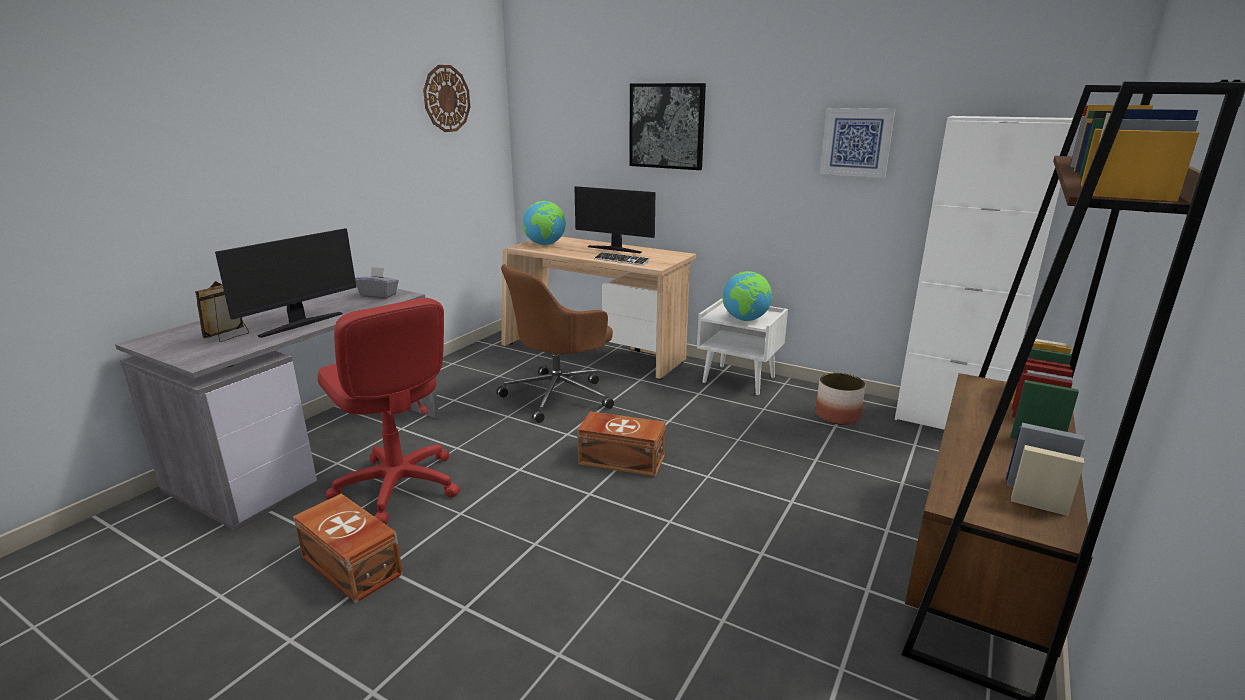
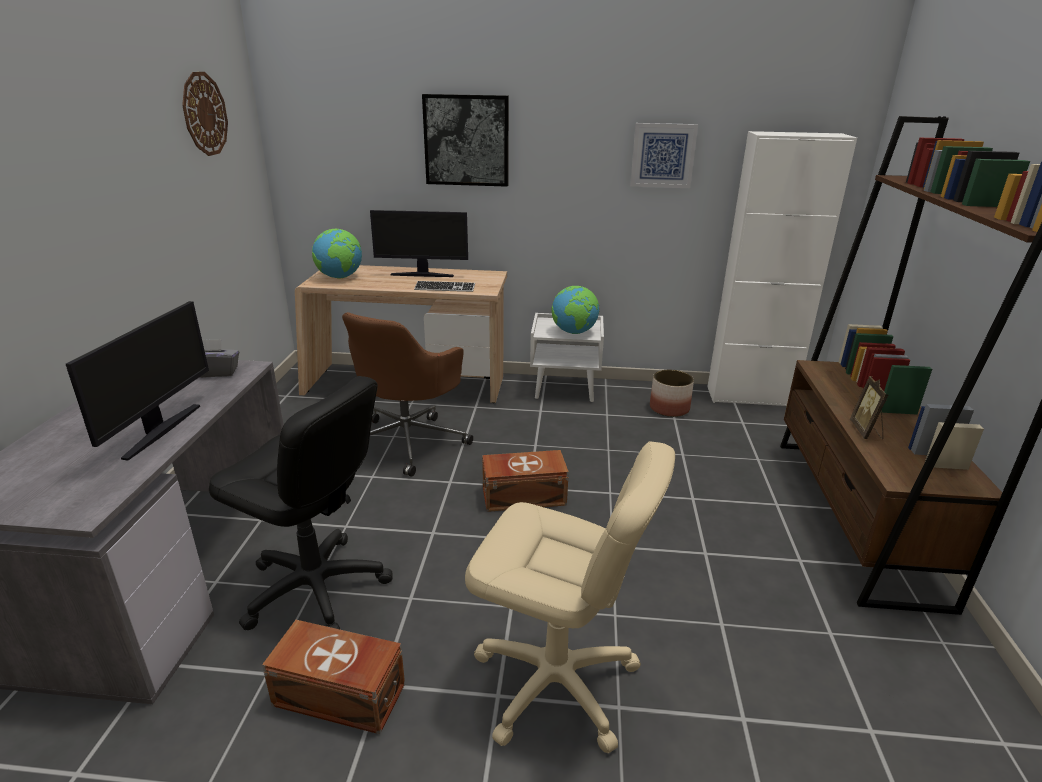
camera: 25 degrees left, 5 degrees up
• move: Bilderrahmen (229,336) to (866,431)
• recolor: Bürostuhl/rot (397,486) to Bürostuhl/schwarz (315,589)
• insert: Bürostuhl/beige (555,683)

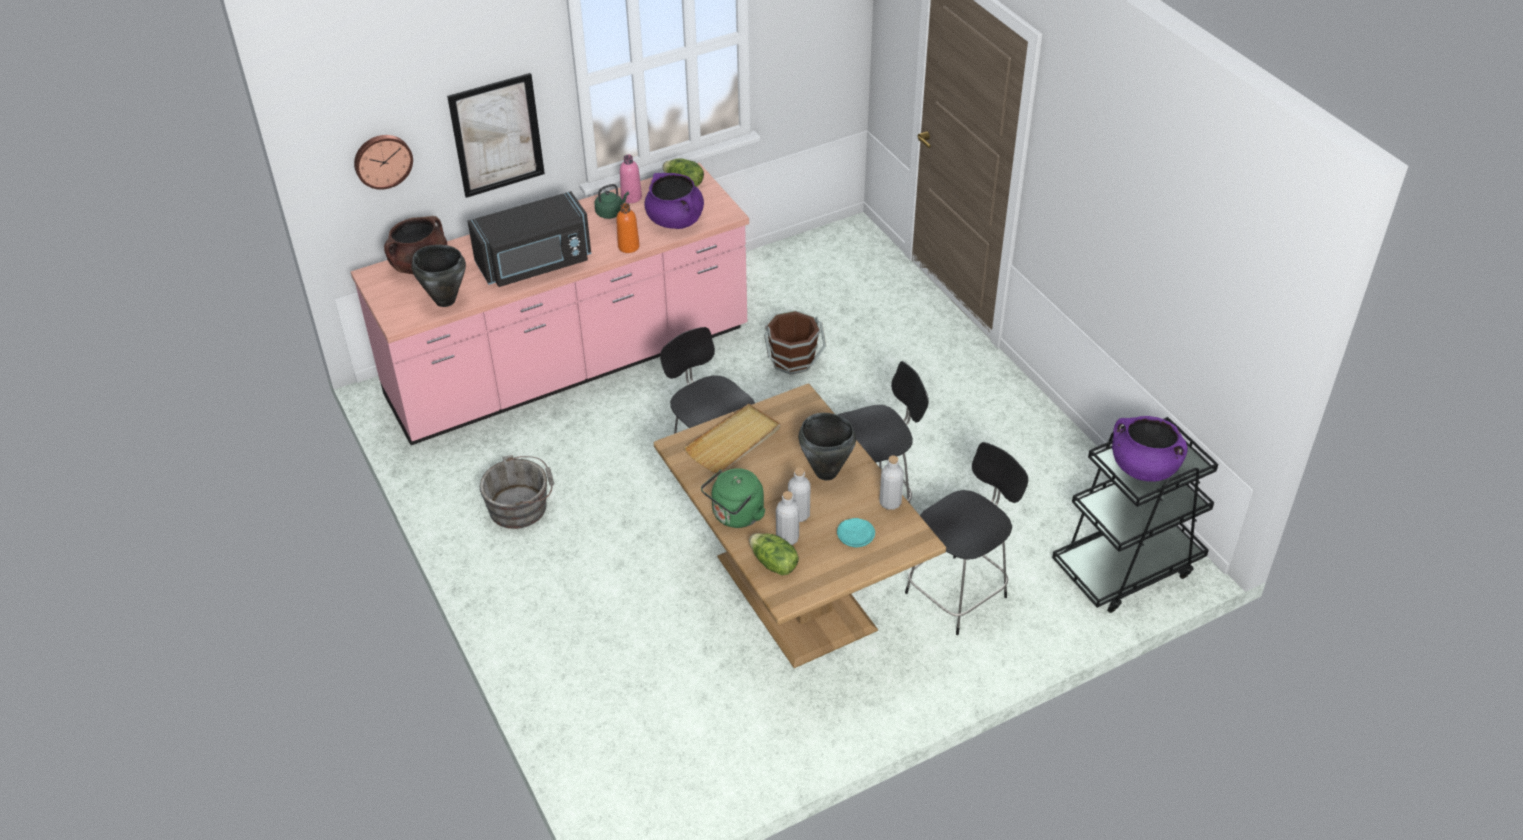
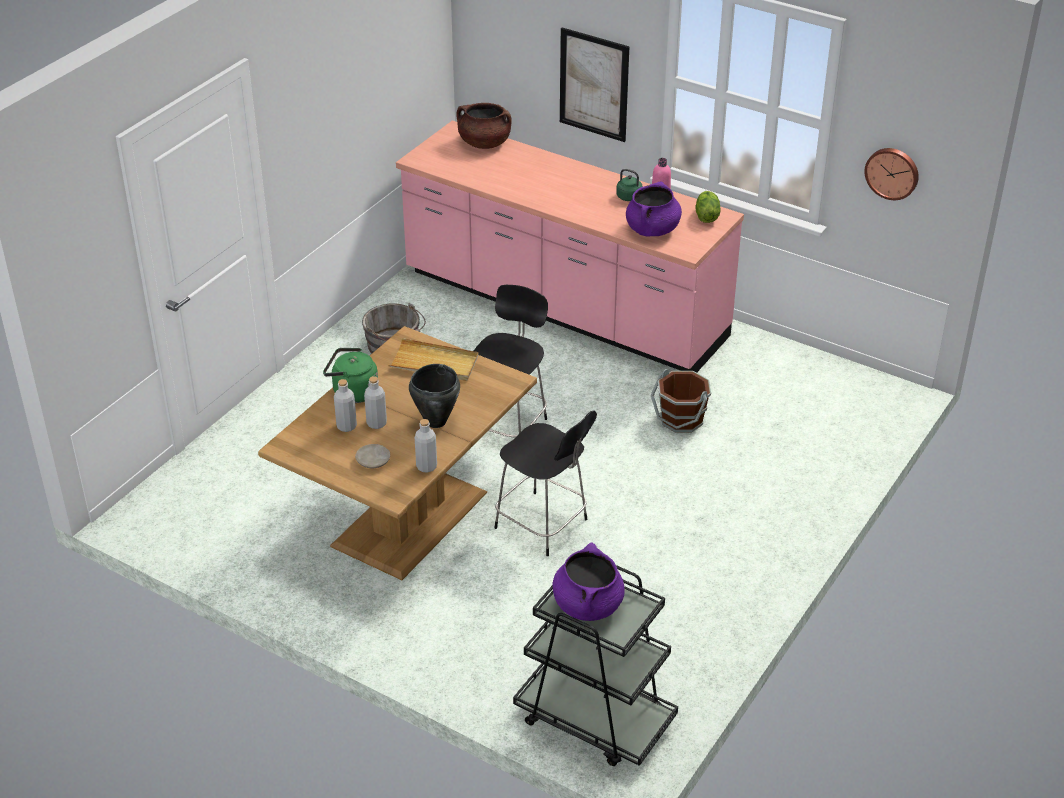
camera: 60 degrees right, 5 degrees down
• move: Wanduhr (382,160) to (892,172)
• delete: Mikrowelle/schwarz (535,264)
• delete: Flasche/orange (628,246)
• delete: Kochtopf/schwarz (445,300)
• delete: Stuhl/schwarz (958,593)
• recolor: Teller/türkis (856,537) to Teller/beige (373,461)
• delete: Salatkopf (773,564)

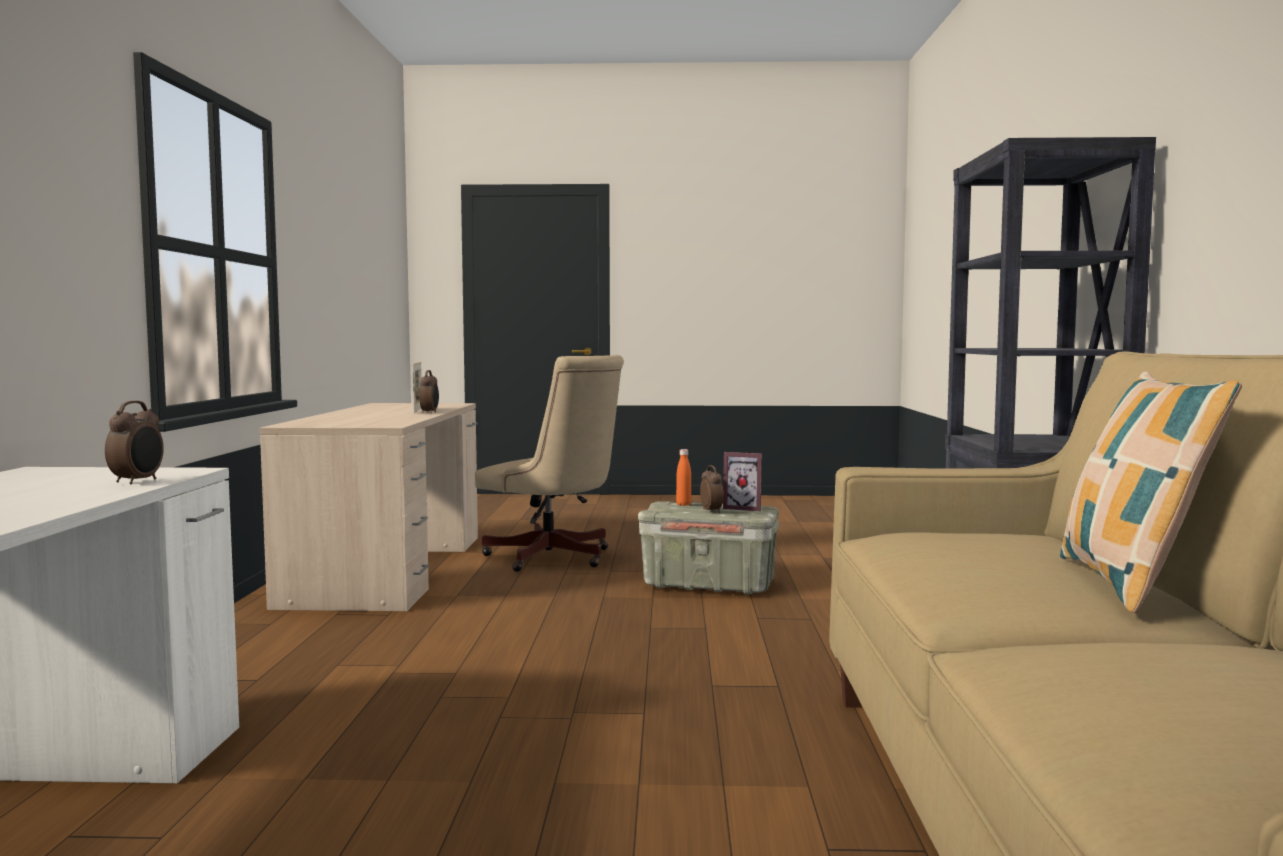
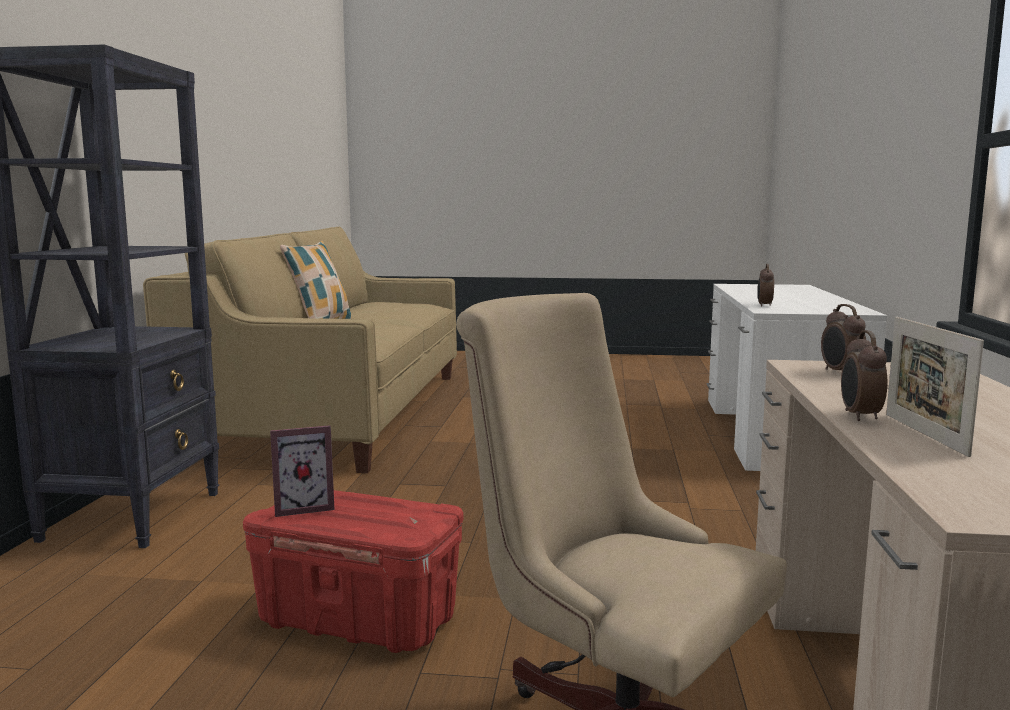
camera: 175 degrees left, 5 degrees up
• delete: Flasche/orange (683,504)
• rotate: Bilderrahmen (744,508) = (303,507) 135 degrees clockwise
• move: Wecker (712,511) to (840,373)
• recolor: Aufbewahrungsbox/grau (709,585) to Aufbewahrungsbox/rot (356,621)

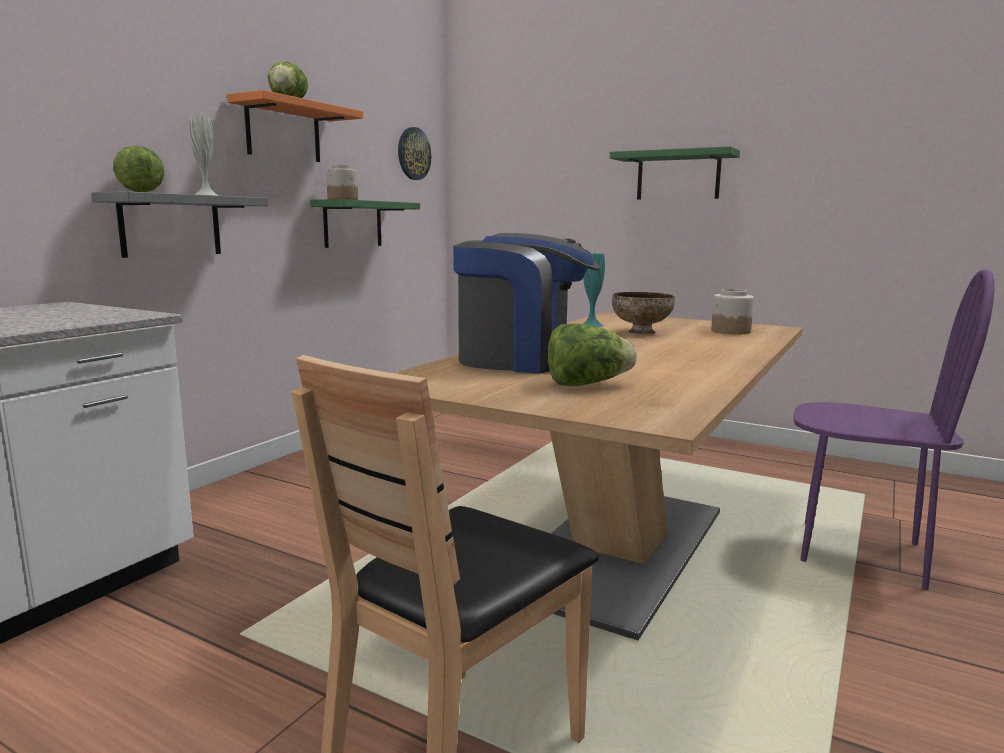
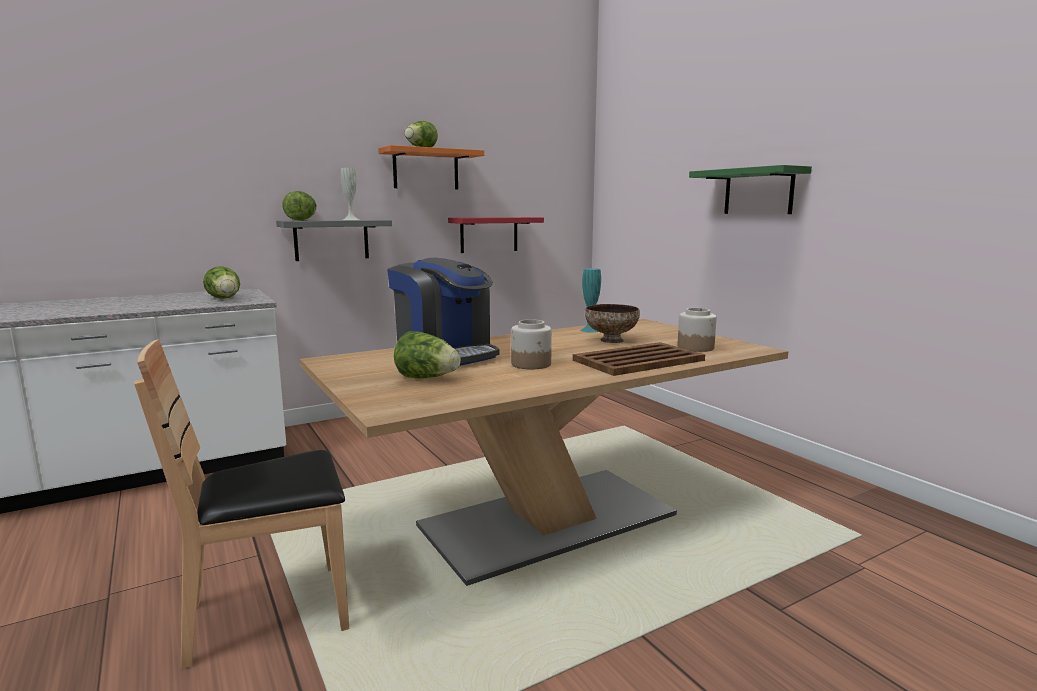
camera: 30 degrees right, 0 degrees up
• delete: Wanduhr (413,154)
• move: Vorratsglas (343,199) to (531,364)
• recolor: Wandregal/grün (353,224) to Wandregal/rot (489,234)
• delete: Stuhl/lila (860,553)
• insert: Salatkopf (225,299)
• insert: Tablett/braun (639,360)

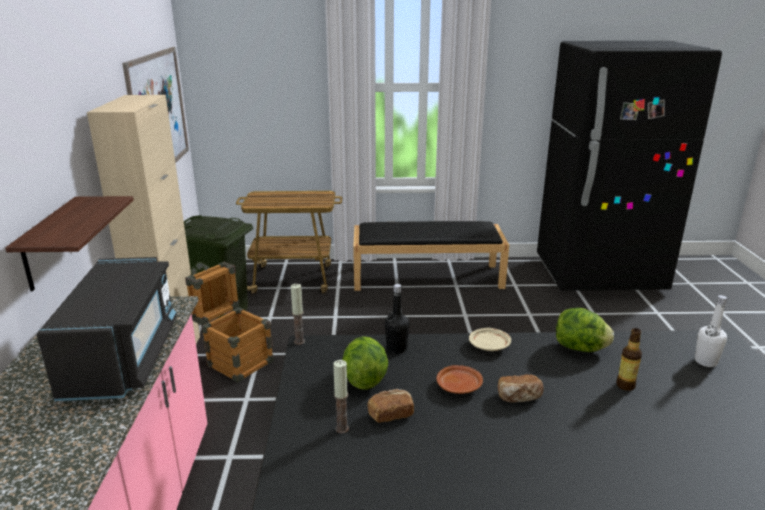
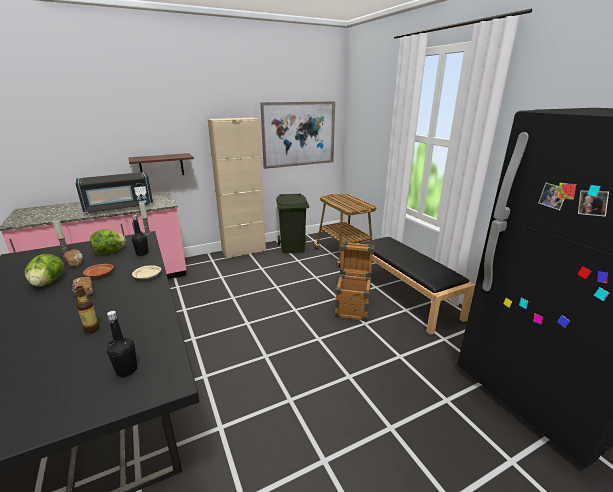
camera: 65 degrees right, 0 degrees up
• move: Kiste (235,360) to (353,307)
• recolor: Flasche/weiß (705,361) to Flasche/schwarz (127,370)
• move: Salatkopf (580,348) to (48,283)

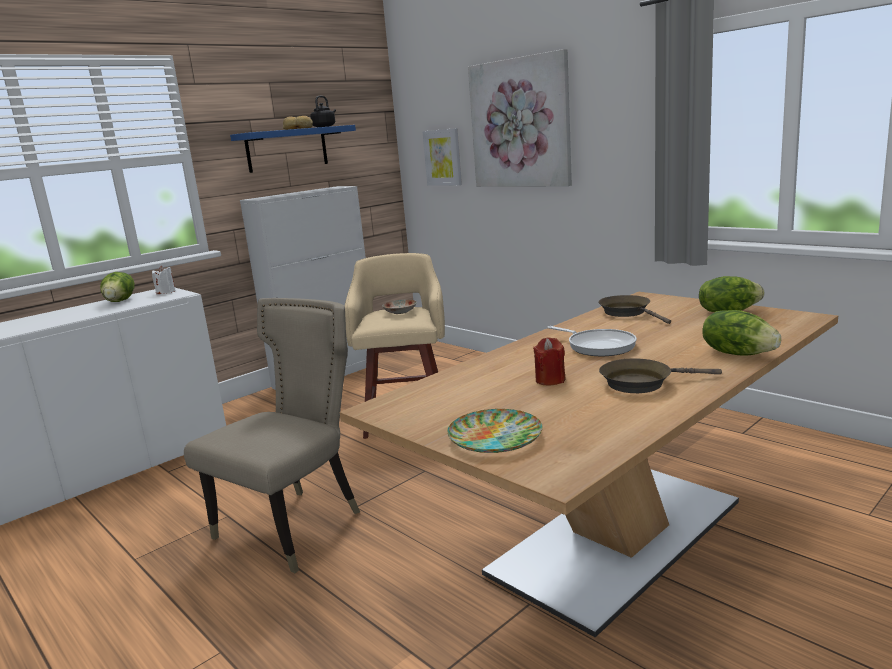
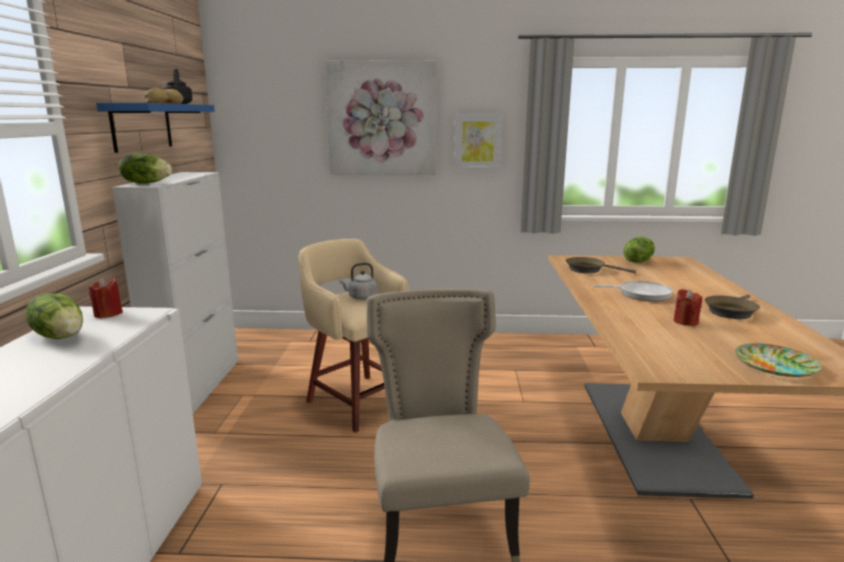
camera: 45 degrees left, 0 degrees up
• move: Bild (443,157) to (477,141)
• recolor: Kerze/weiß (166,292) to Kerze/rot (108,314)
• replace: Teller (399,312) to Wasserkessel/grau (361,297)
• move: Salatkopf (738,353) to (146,183)

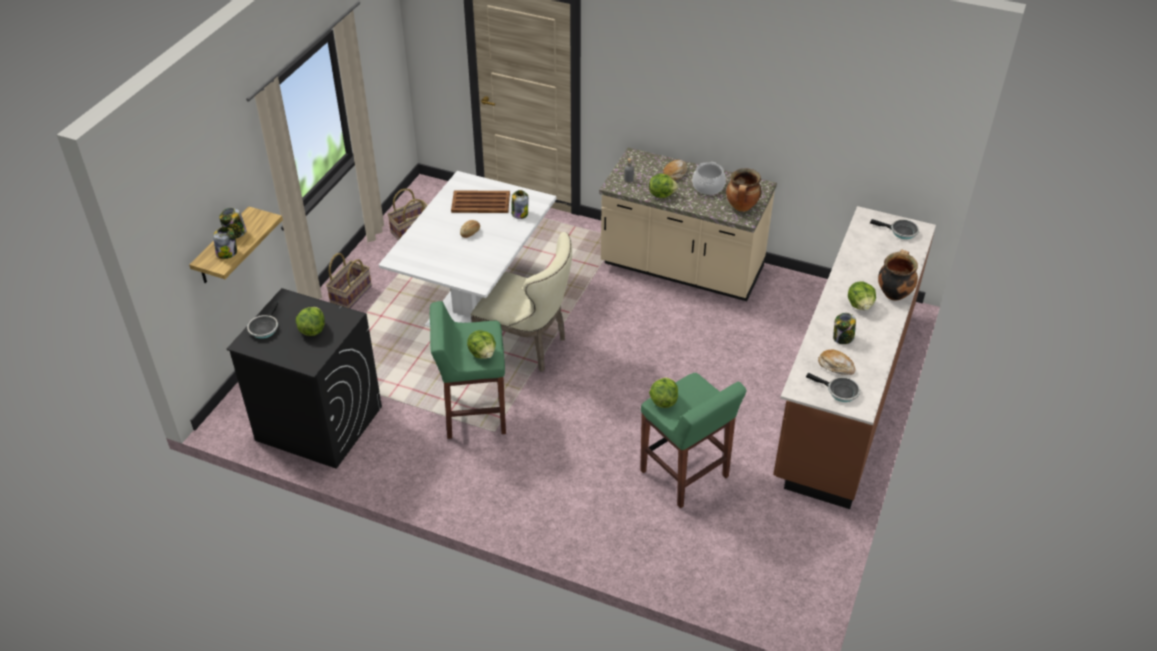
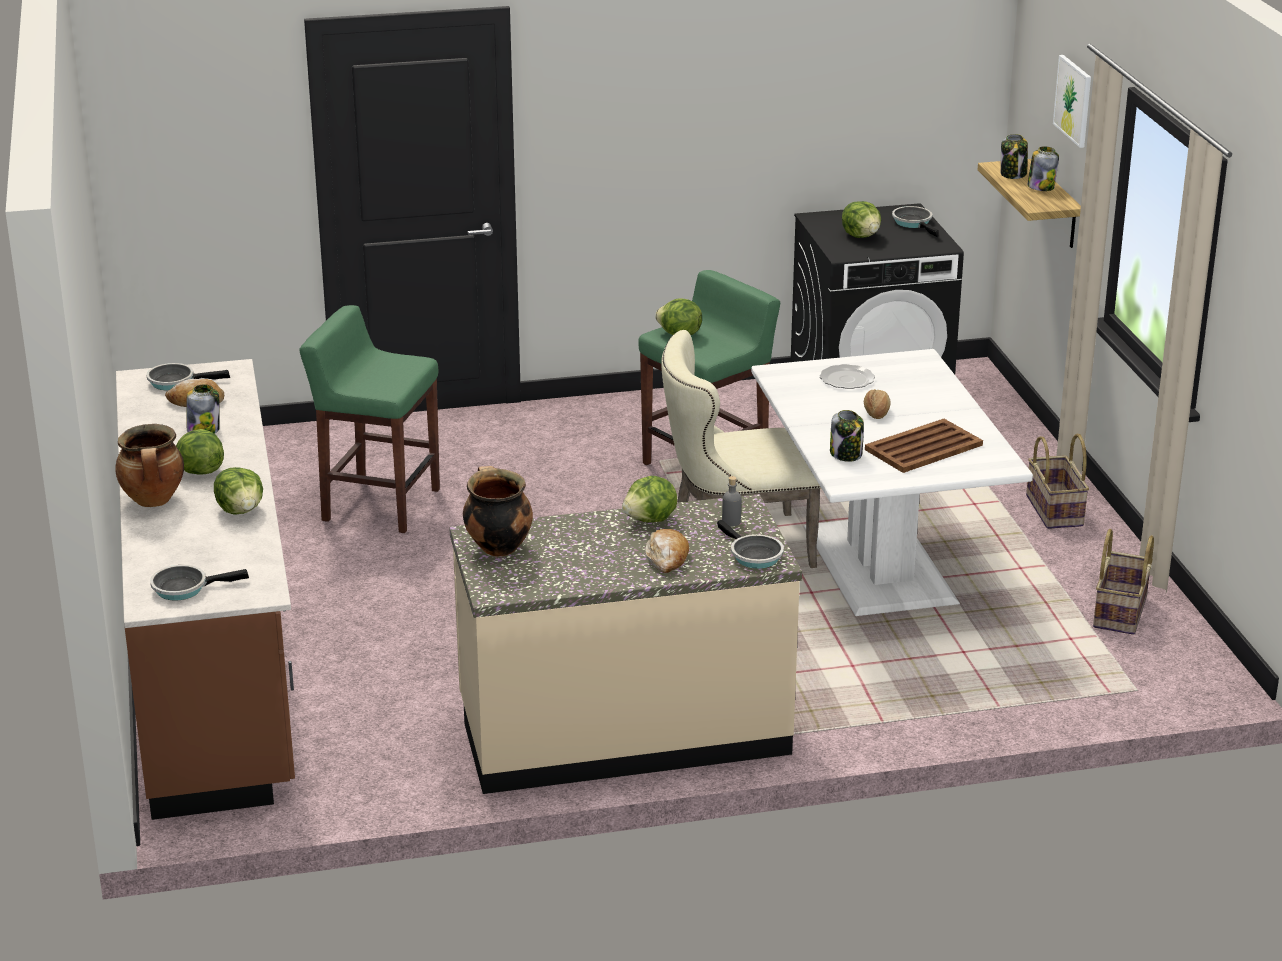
camera: 145 degrees right, 15 degrees down
• delete: Kochtopf (708,186)
• move: Salatkopf (663,401) to (241,510)
• insert: Bild (1073,100)
• insert: Teller (847,379)
• insert: Pfanne (753,555)

